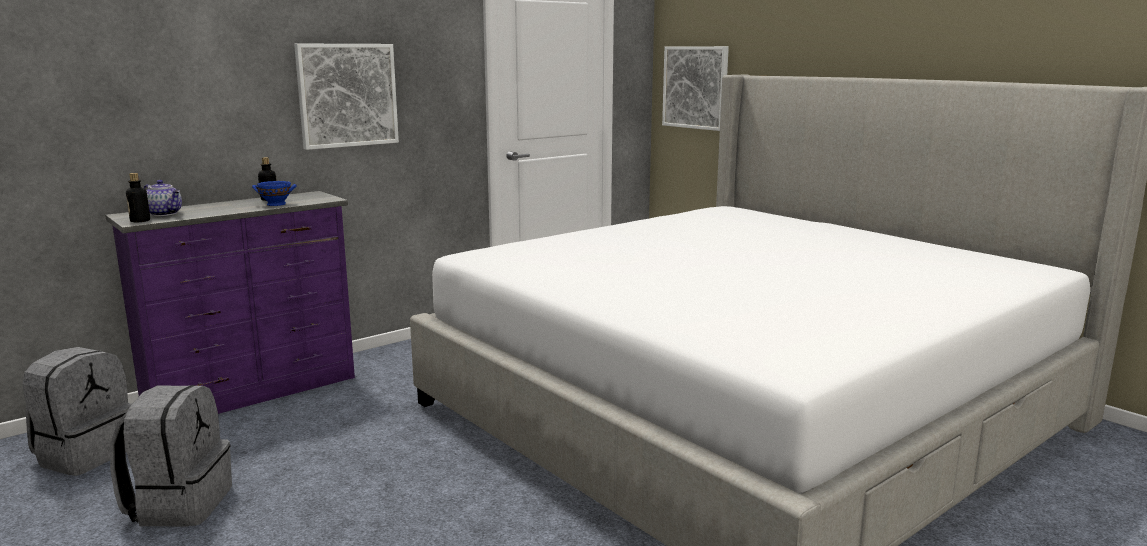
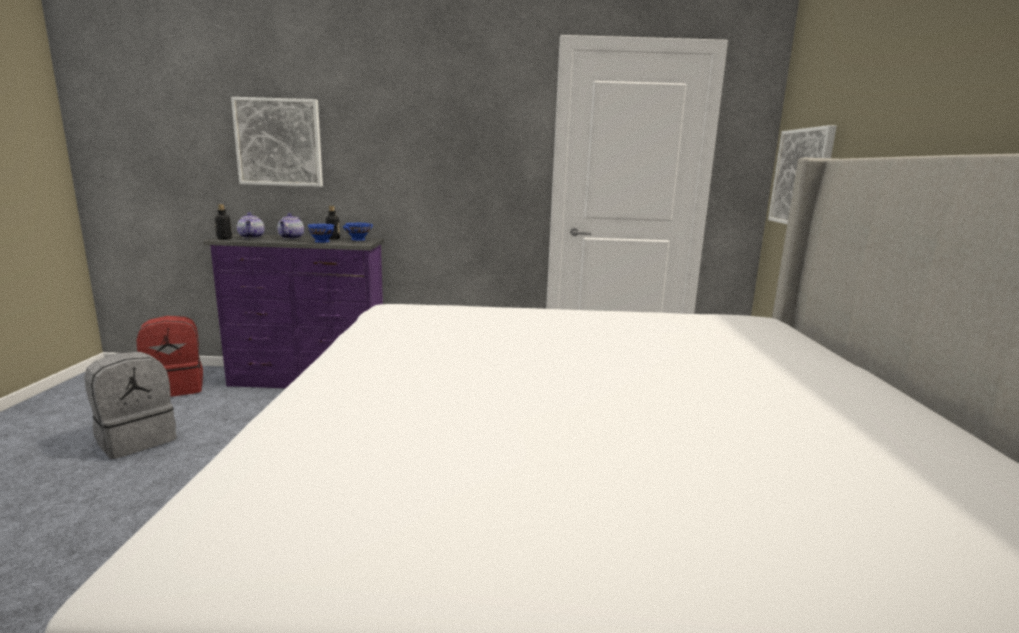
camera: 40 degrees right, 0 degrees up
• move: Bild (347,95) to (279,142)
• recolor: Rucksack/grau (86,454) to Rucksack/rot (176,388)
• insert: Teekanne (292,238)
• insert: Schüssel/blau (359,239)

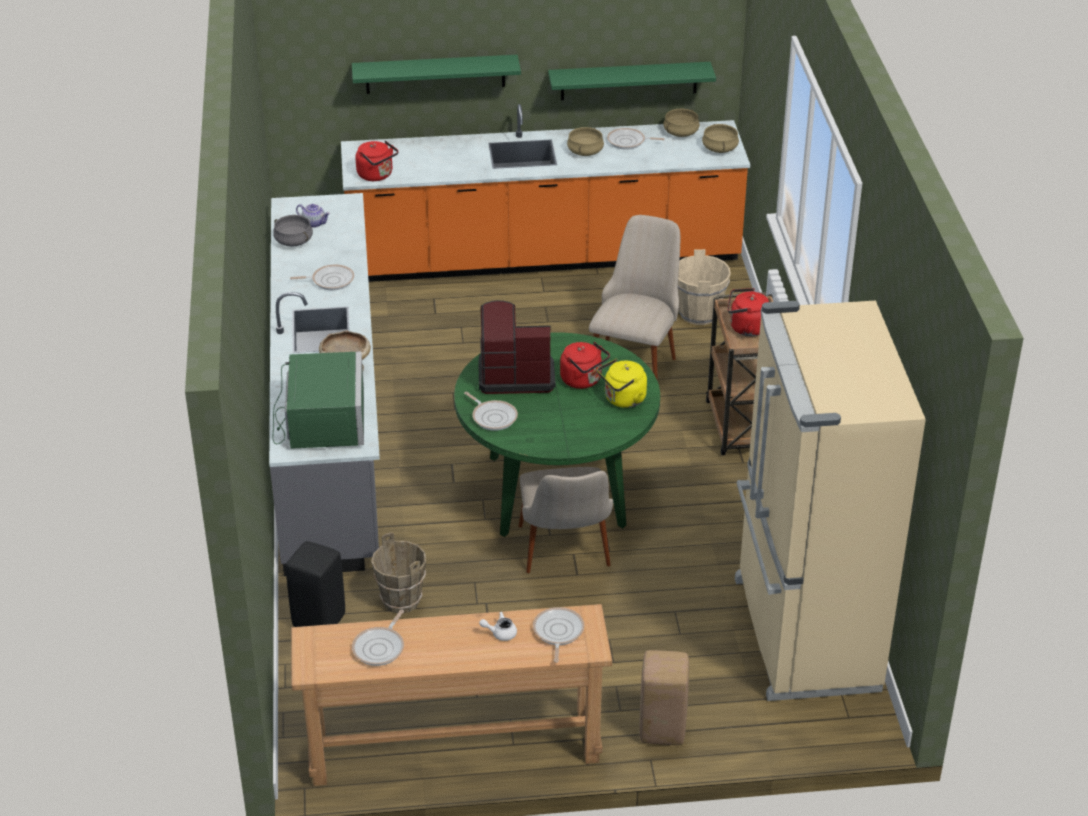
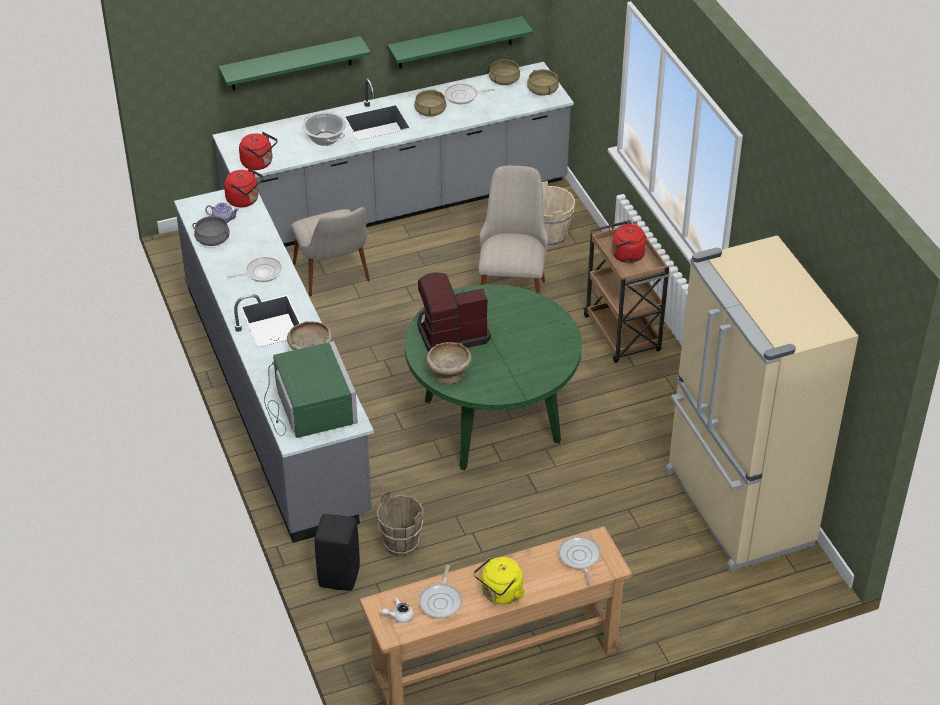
camera: 15 degrees left, 5 degrees up
• recolor: Küchenzeile/orange (543,257) to Küchenzeile/grau (398,205)
• move: Wasserkessel/rot (583,380) to (245,200)
• move: Wasserkessel/gelb (623,400) to (500,594)
• replace: Pfanne (493,417) to Schüssel/beige (449,374)
• move: Stuhl/beige (566,557) to (335,280)
• move: Teekanne/weiß (500,633) to (399,616)
• delete: Hocker/beige (661,731)
• insert: Kochtopf (324,139)

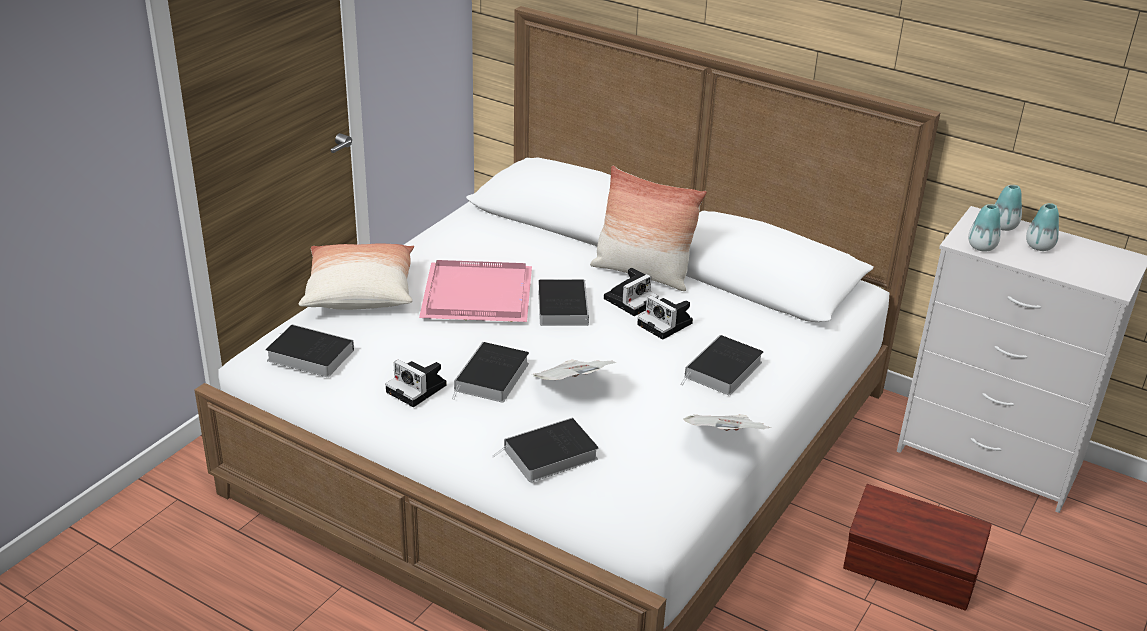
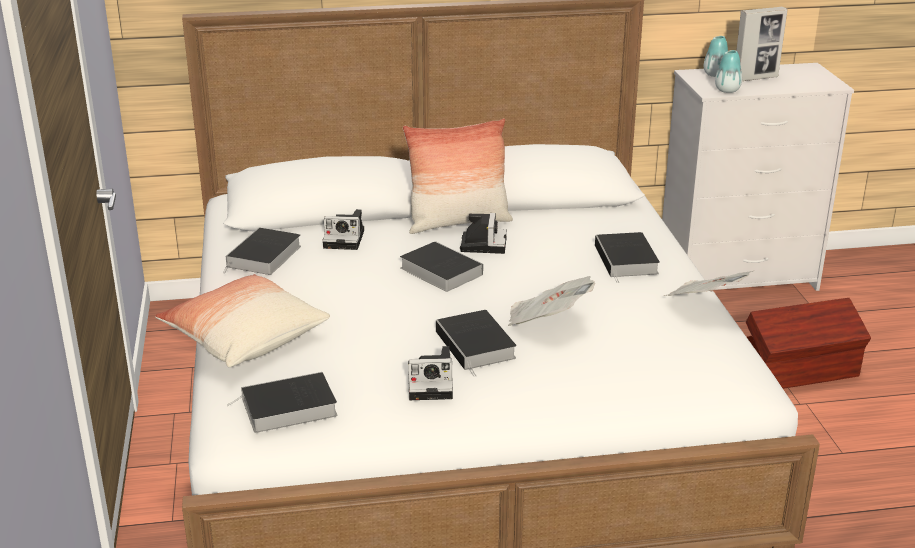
camera: 40 degrees left, 5 degrees down
• replace: Vase (1039,246) to Bilderrahmen (755,78)
• delete: Tablett/rosa (479,296)
• move: Kamera (667,324) to (346,239)
• move: Buch (549,455) to (264,257)

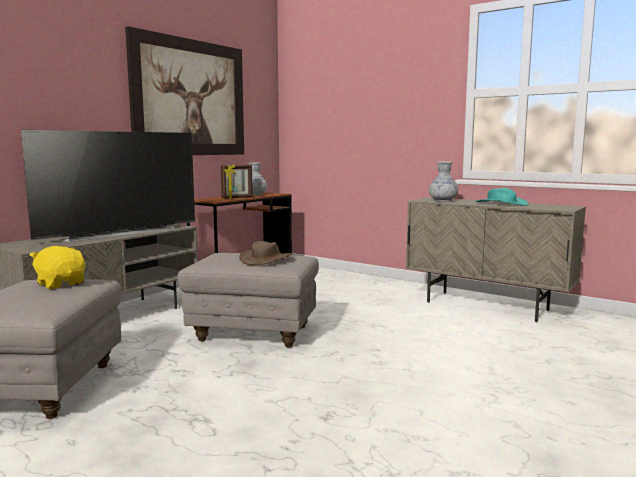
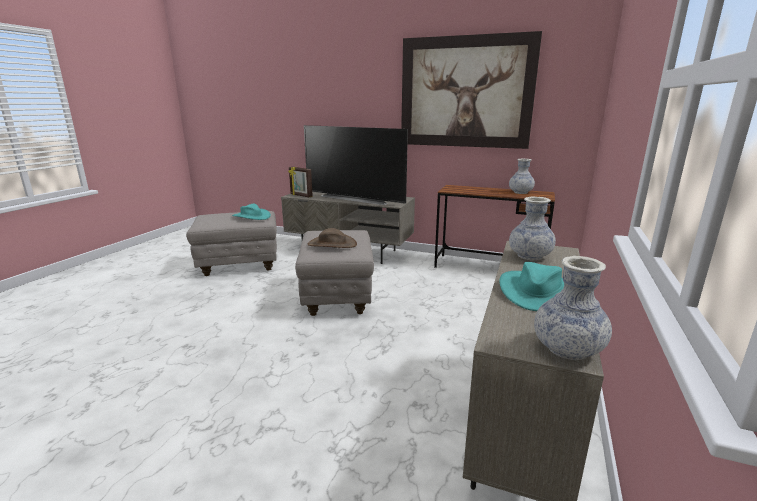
camera: 75 degrees right, 10 degrees up
• move: Bilderrahmen (237,198) to (301,195)
• replace: Plüschtier/gelb (61,284) to Hut/türkis (251,216)
• insert: Vase (567,349)

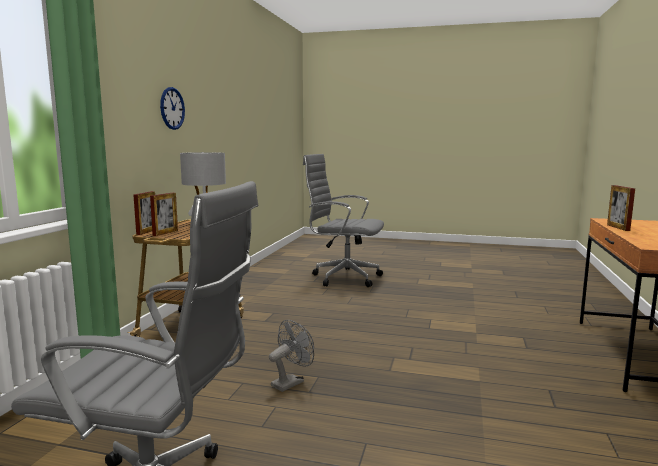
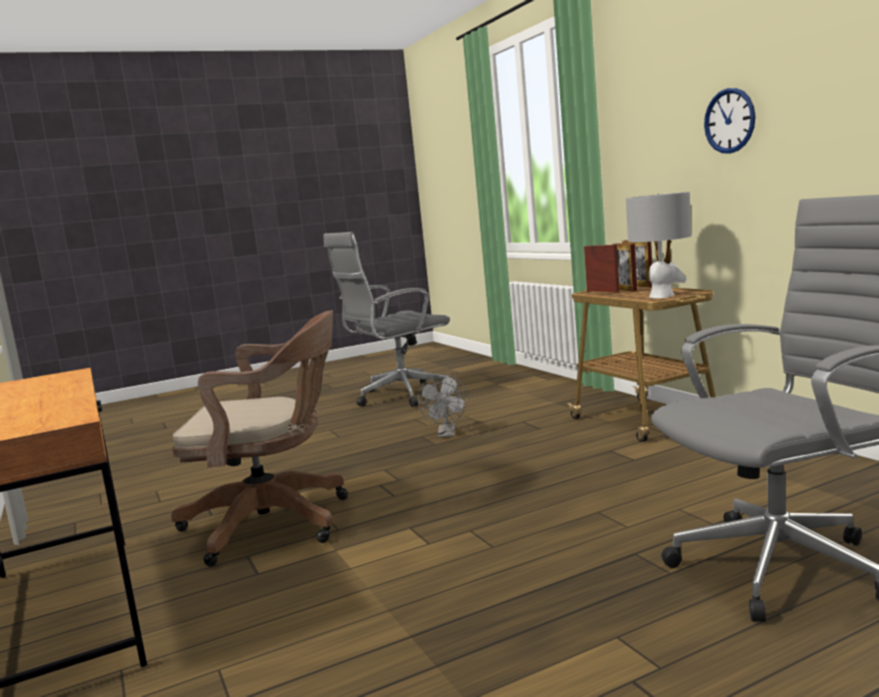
camera: 140 degrees right, 0 degrees up
• move: Bilderrahmen (618,227) to (603,291)
• insert: Bürostuhl/braun (276,523)

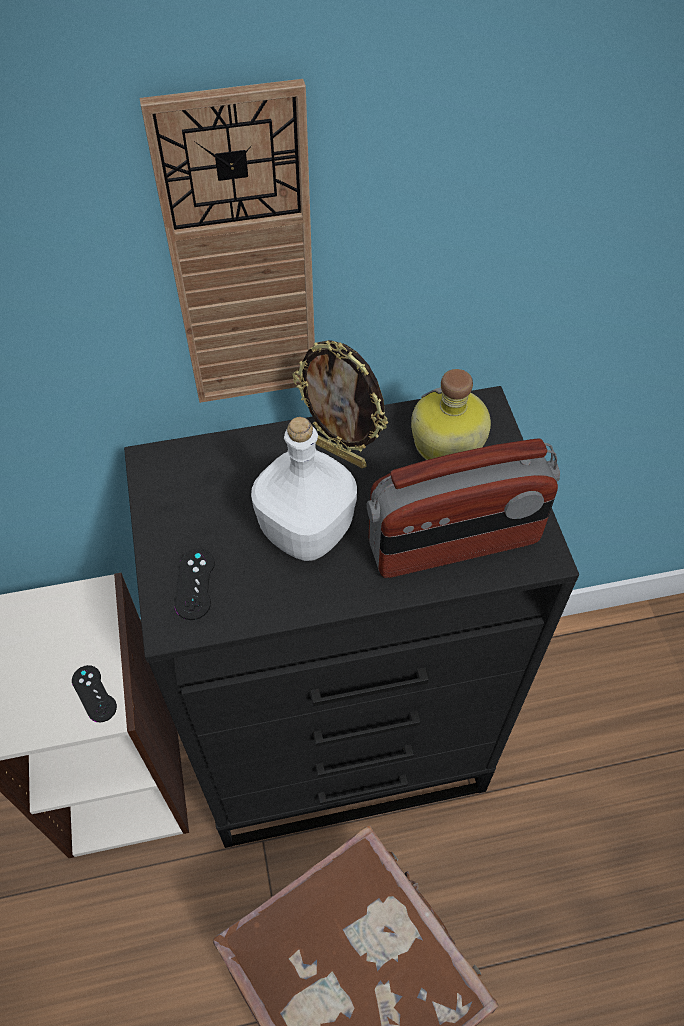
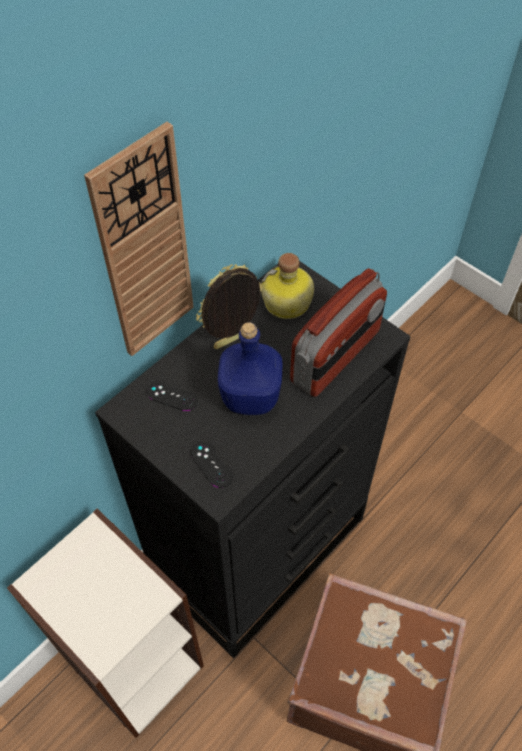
camera: 35 degrees left, 0 degrees up
• rotate: Bilderrahmen (341,453) = (233,341) 150 degrees clockwise
• recolor: Flasche/weiß (307,530) to Flasche/blau (250,396)
• move: Gamepad/schwarz (94,693) to (172,396)

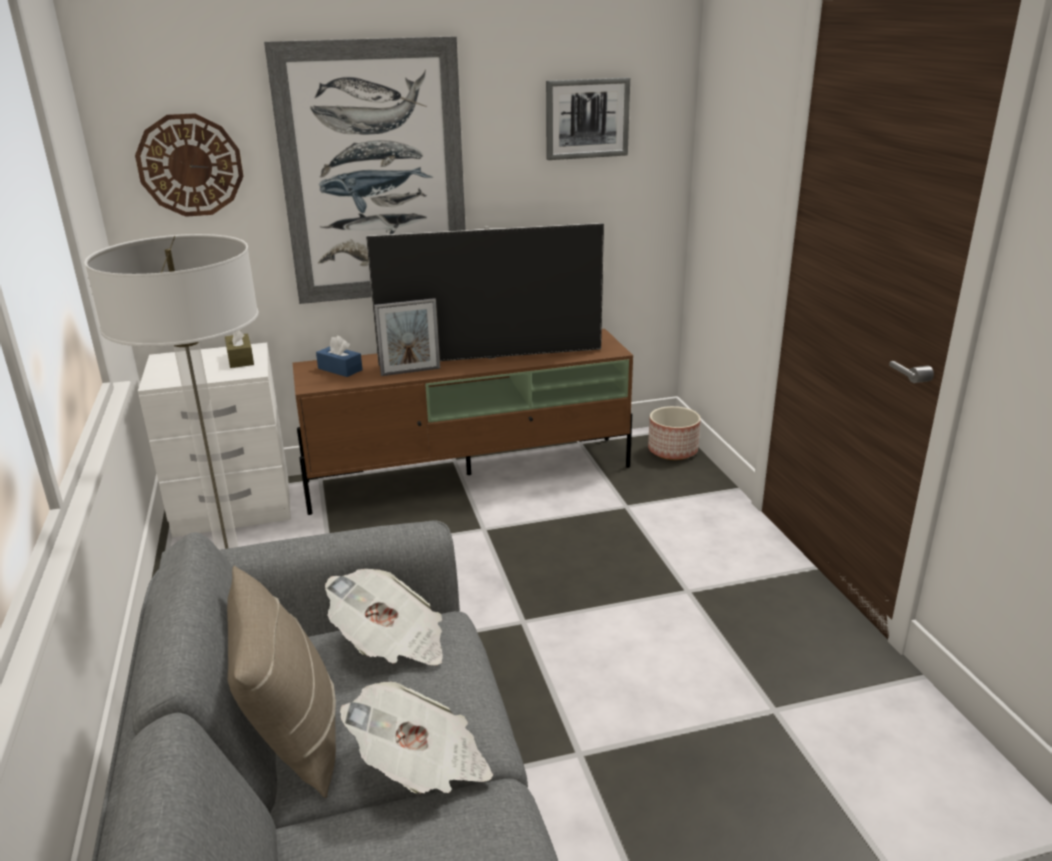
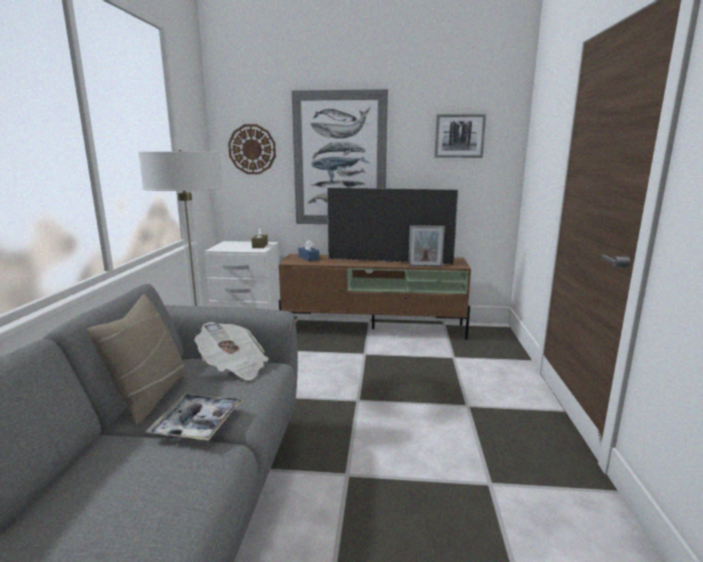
camera: 20 degrees right, 10 degrees down
• move: Bilderrahmen (410,371) to (425,266)
• delete: Pflanzkübel (673,450)
• replace: Zeitung (422,766) to Tablett (197,424)

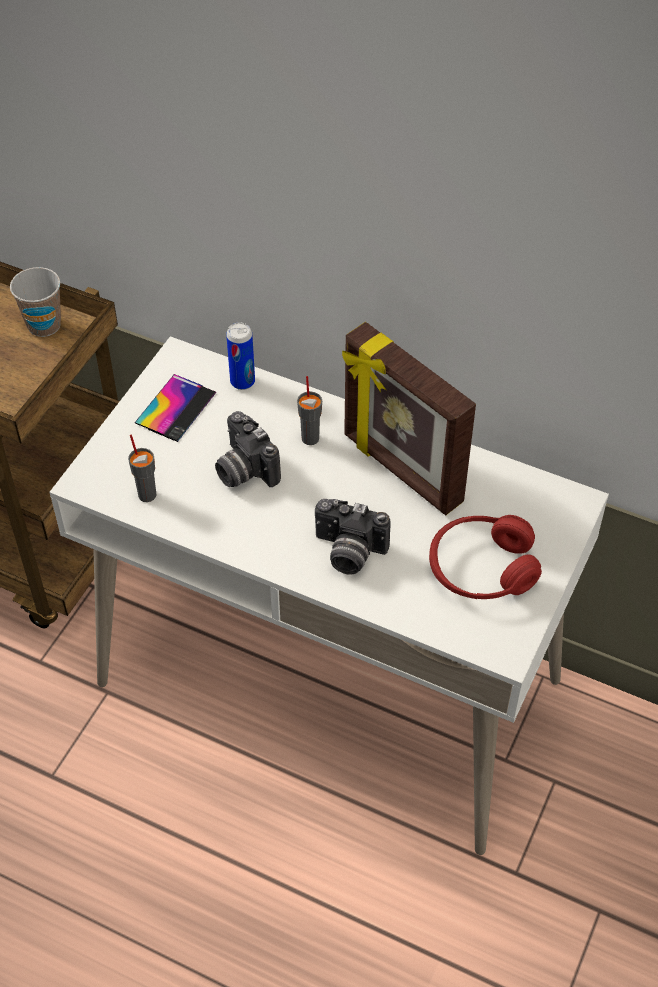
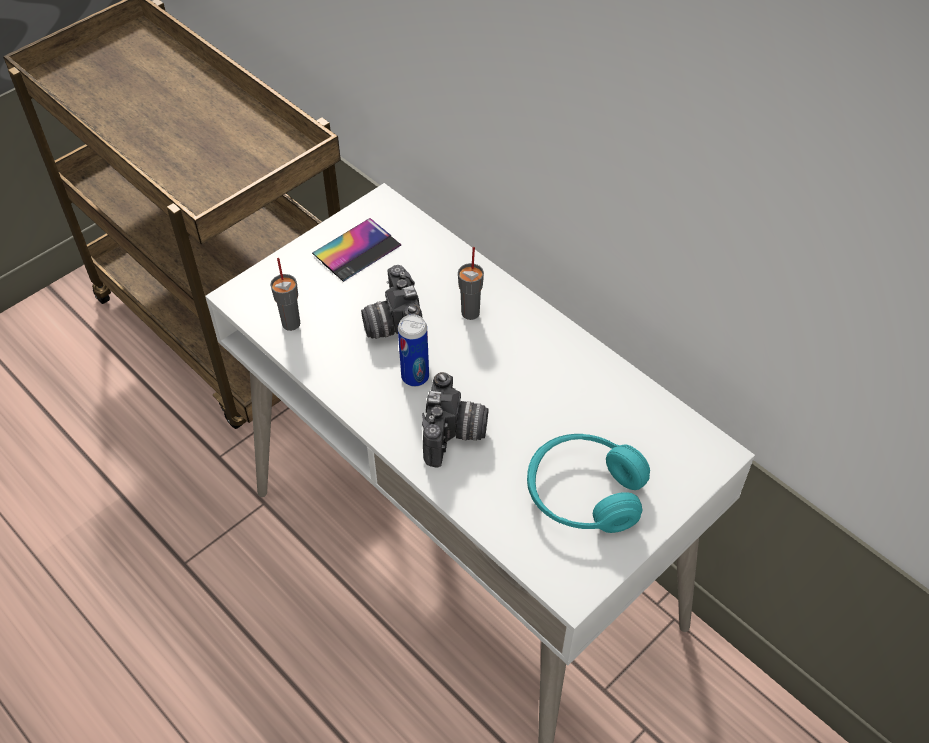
camera: 20 degrees right, 0 degrees up
• delete: Tasse (44,325)
• move: Dose (242,382) to (415,377)
• delete: Bilderrahmen (400,470)
• rotate: Kamera (348,553) = (455,436) 120 degrees counterclockwise
• recolor: Kopfhörer/rot (482,569) to Kopfhörer/türkis (584,493)

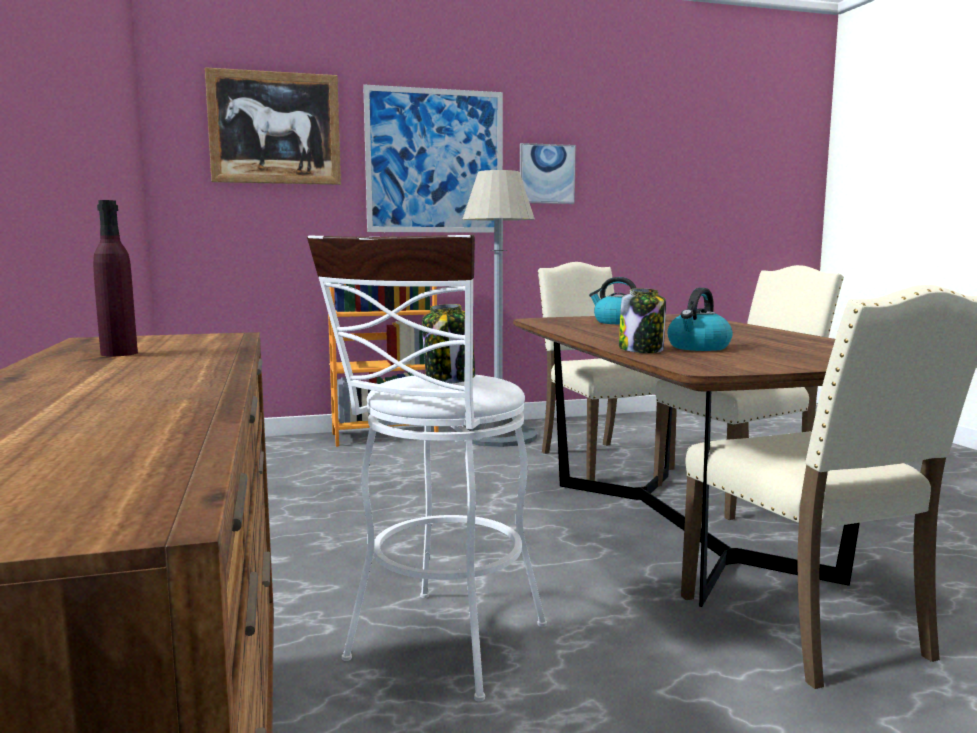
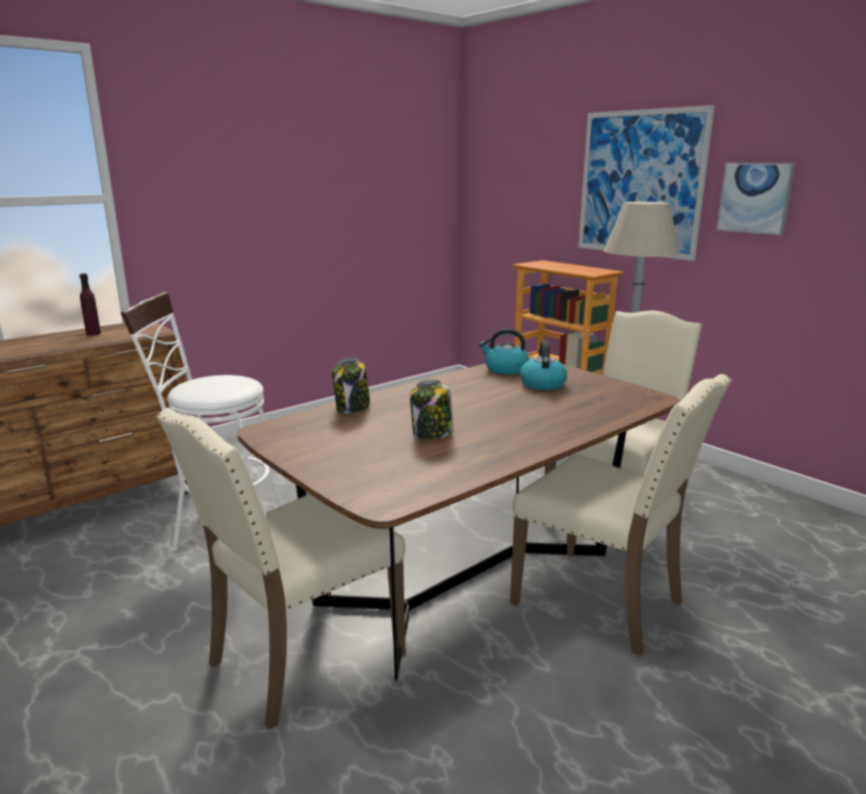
camera: 65 degrees right, 10 degrees up
• delete: Bild (275,128)
• move: Wasserkessel (698,347) to (505,369)
• move: Vorratsglas (450,379) to (432,434)

